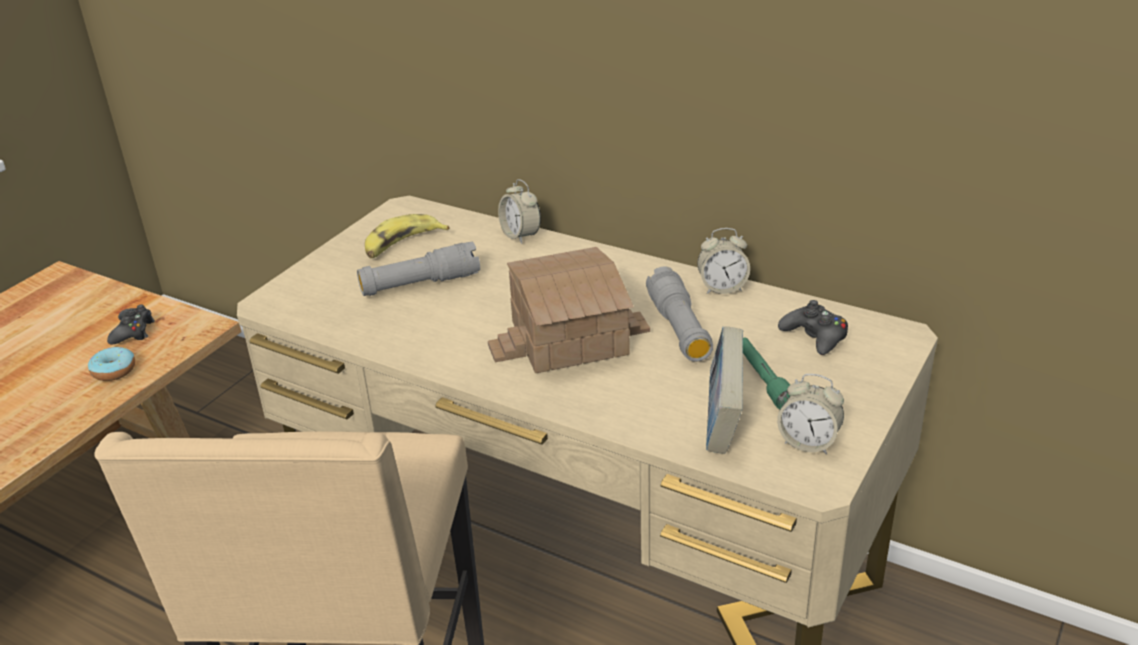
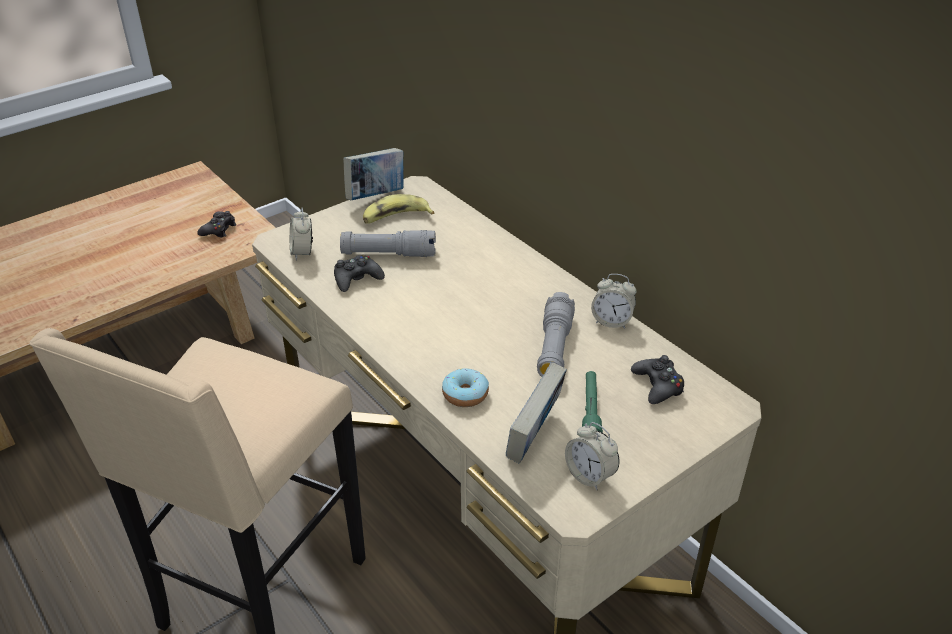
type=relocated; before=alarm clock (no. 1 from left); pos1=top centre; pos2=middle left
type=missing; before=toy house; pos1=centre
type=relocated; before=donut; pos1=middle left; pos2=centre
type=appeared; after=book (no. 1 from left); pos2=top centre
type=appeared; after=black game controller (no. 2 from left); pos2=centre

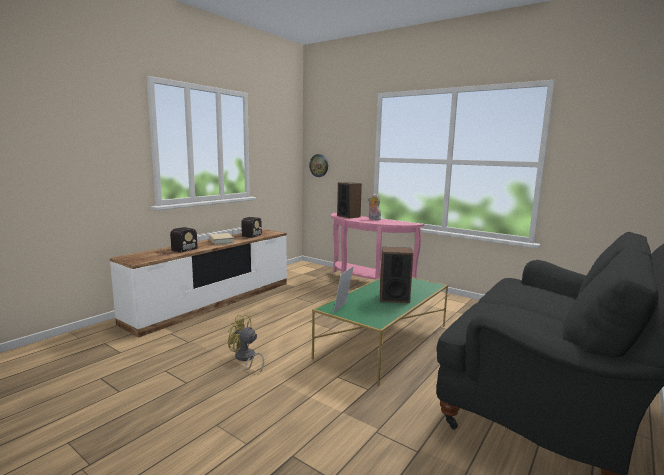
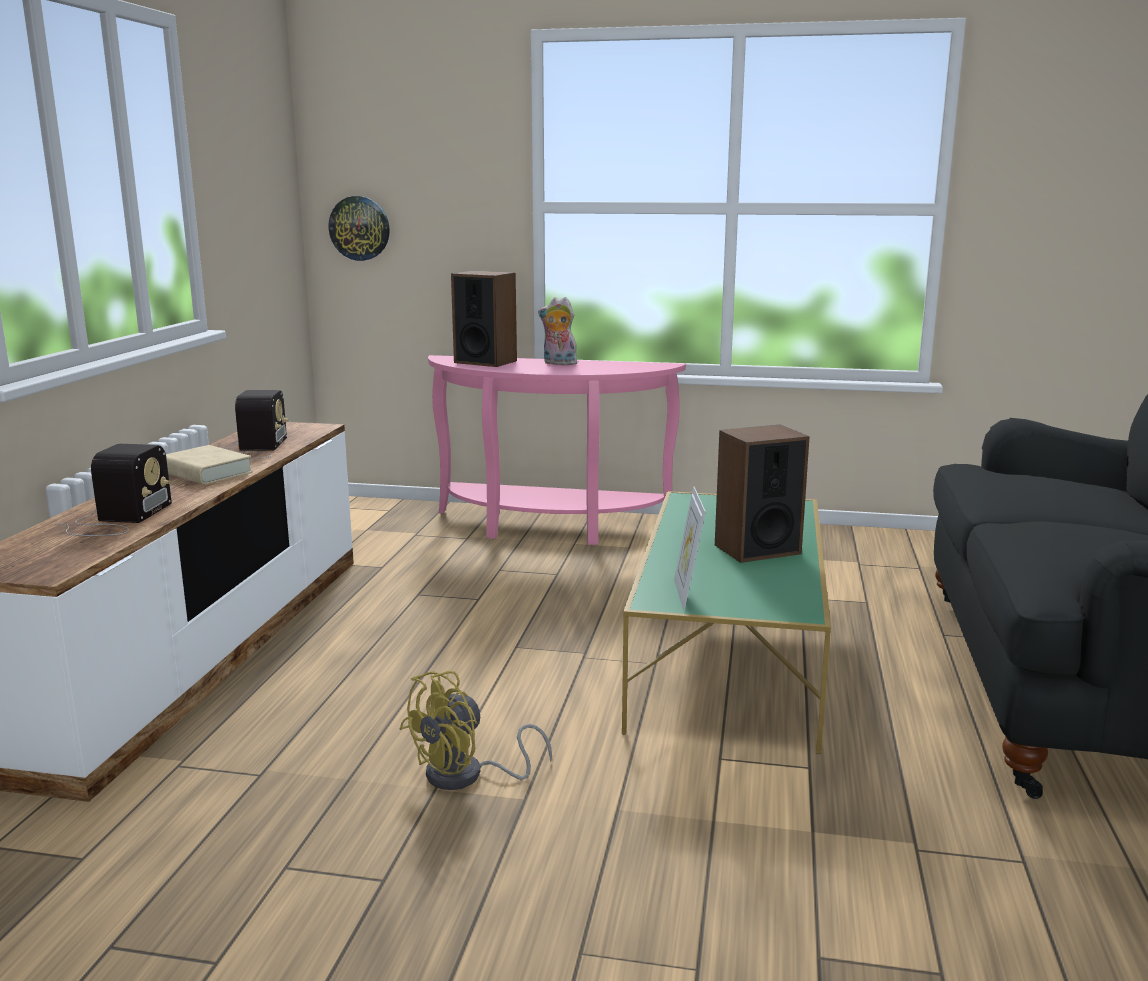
type=spun; before=yellow fan; pos1=bottom centre; pos2=bottom centre; turn=-45

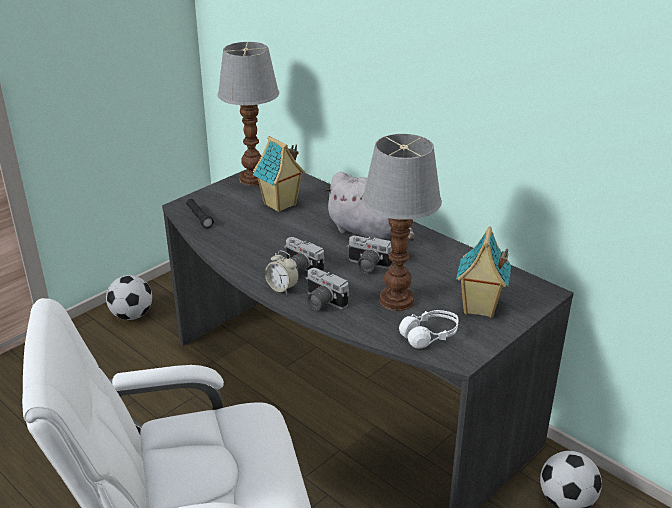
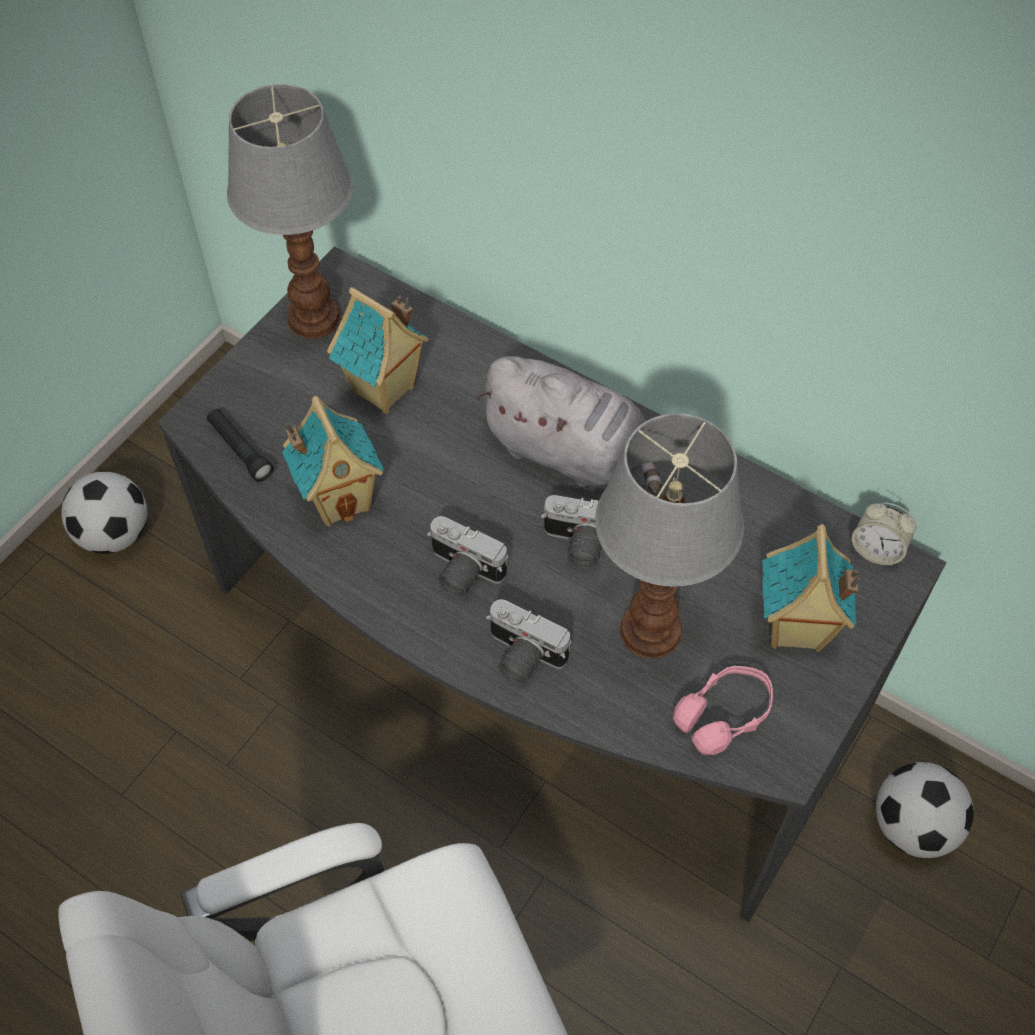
type=relocated; before=alarm clock; pos1=centre; pos2=middle right
type=colour; before=white headphones; after=pink headphones; pos1=centre; pos2=bottom right
type=appeared; after=toy house (no. 1 from left); pos2=middle left

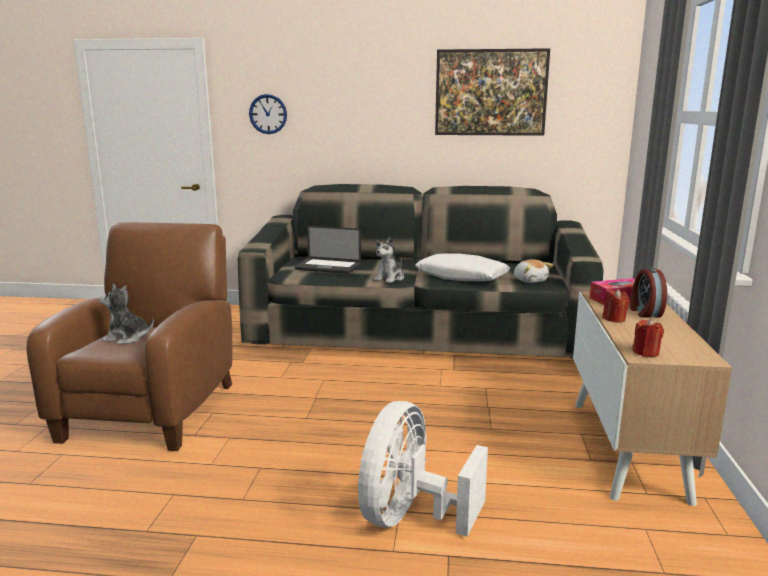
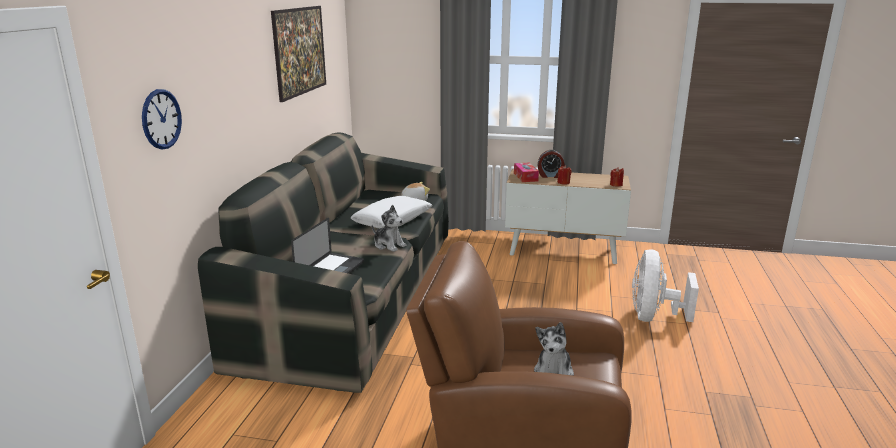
type=spun; before=white fan; pos1=bottom centre; pos2=middle right; turn=75

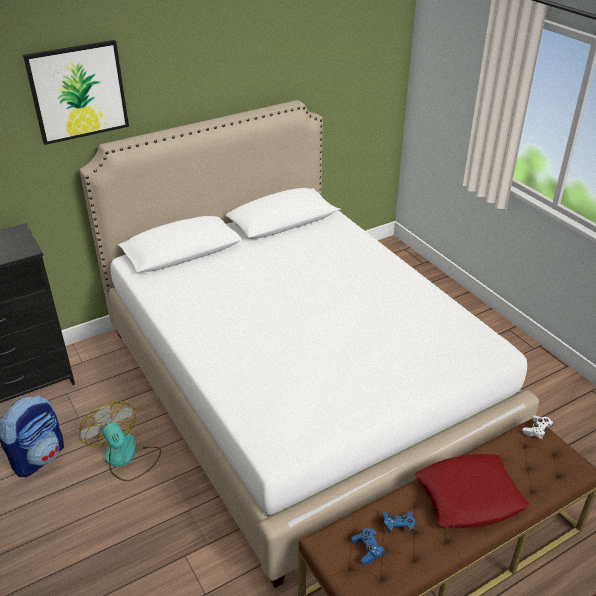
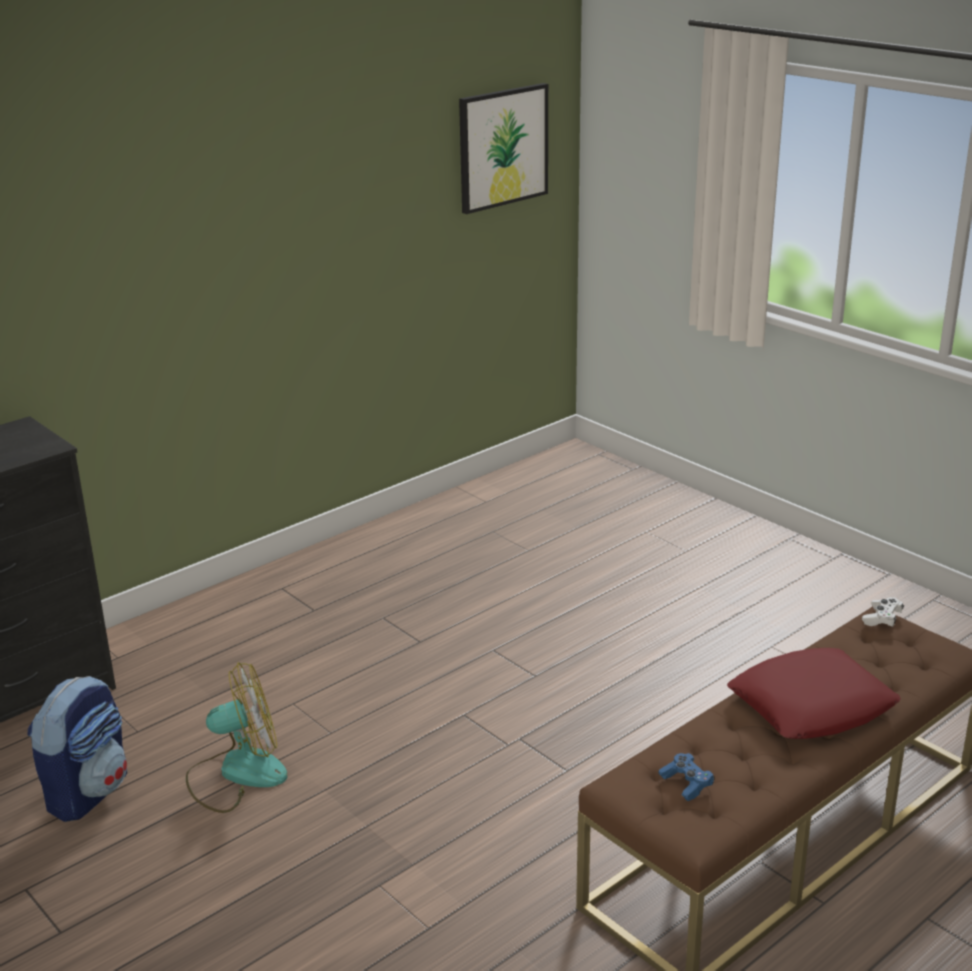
type=relocated; before=picture; pos1=top left; pos2=top centre
type=missing; before=white bed; pos1=centre
type=spun; before=fan; pos1=bottom left; pos2=bottom left; turn=120
type=missing; before=blue game controller (no. 2 from left); pos1=bottom right

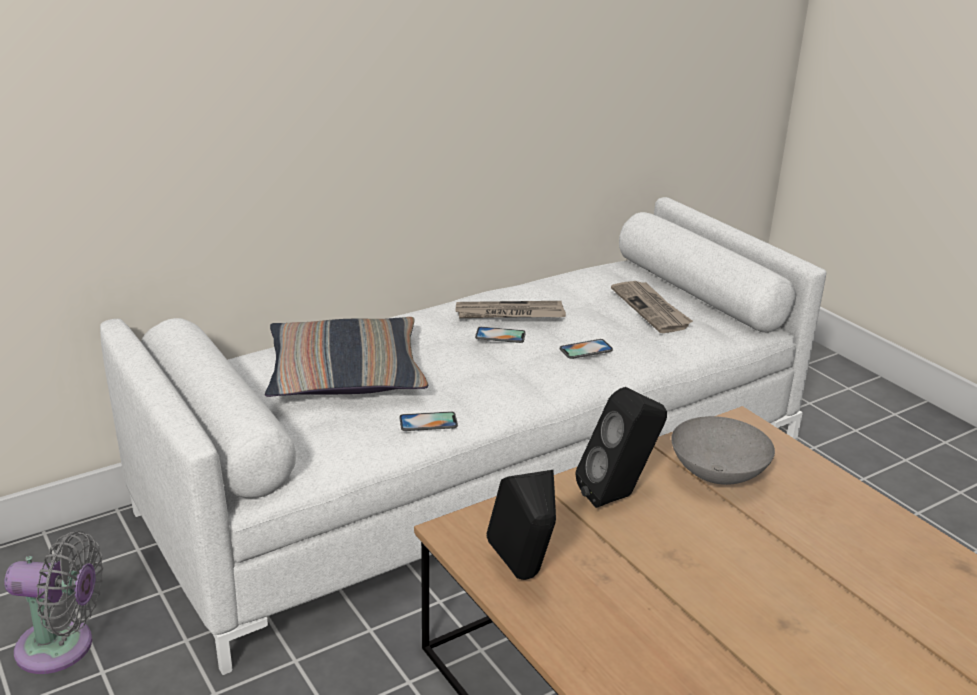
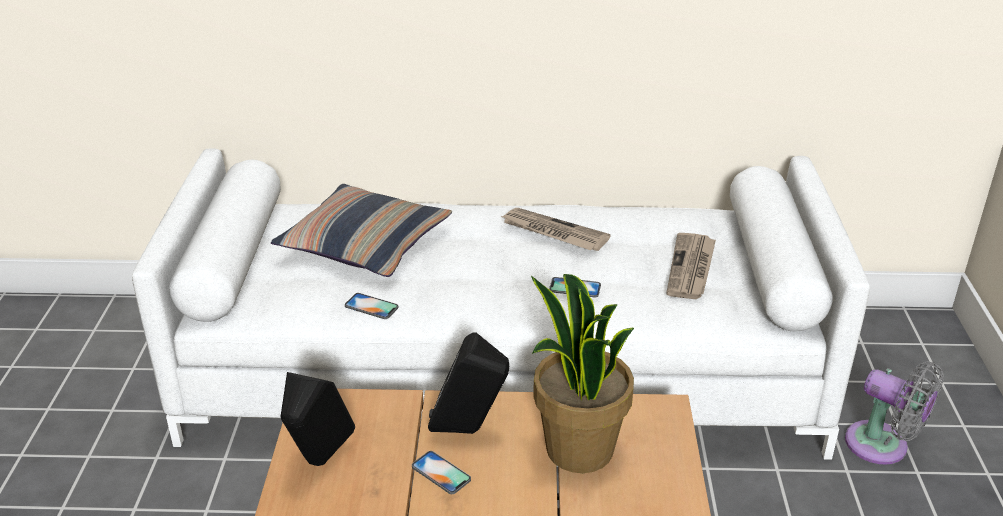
type=relocated; before=phone (no. 2 from left); pos1=centre; pos2=bottom centre
type=exchanged; before=grey bowl; after=potted plant; pos1=middle right; pos2=bottom centre
type=relocated; before=grey fan; pos1=bottom left; pos2=bottom right

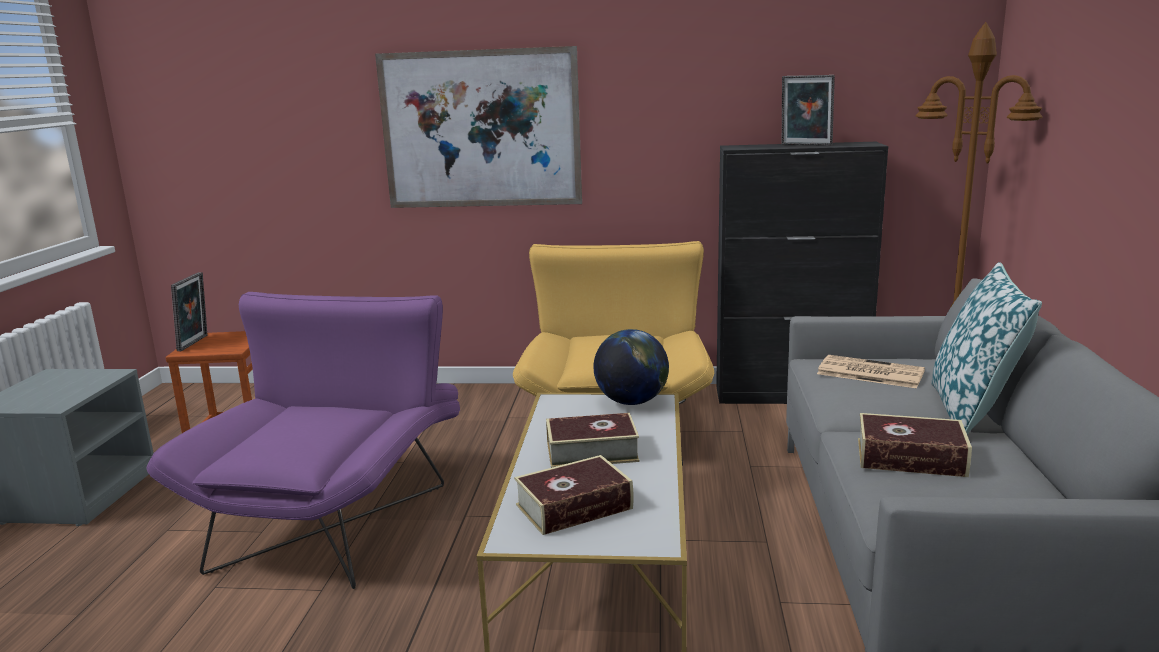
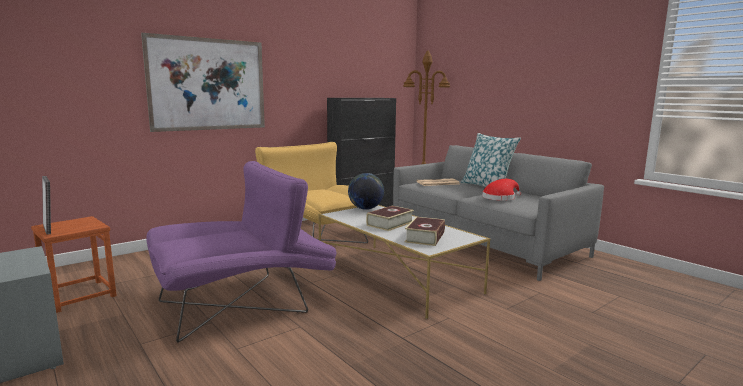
type=missing; before=picture frame (no. 2 from left); pos1=top right
type=spun; before=purple armchair; pos1=bottom left; pos2=middle left; turn=90
type=exchanged; before=book (no. 3 from left); after=red hat; pos1=bottom right; pos2=middle right

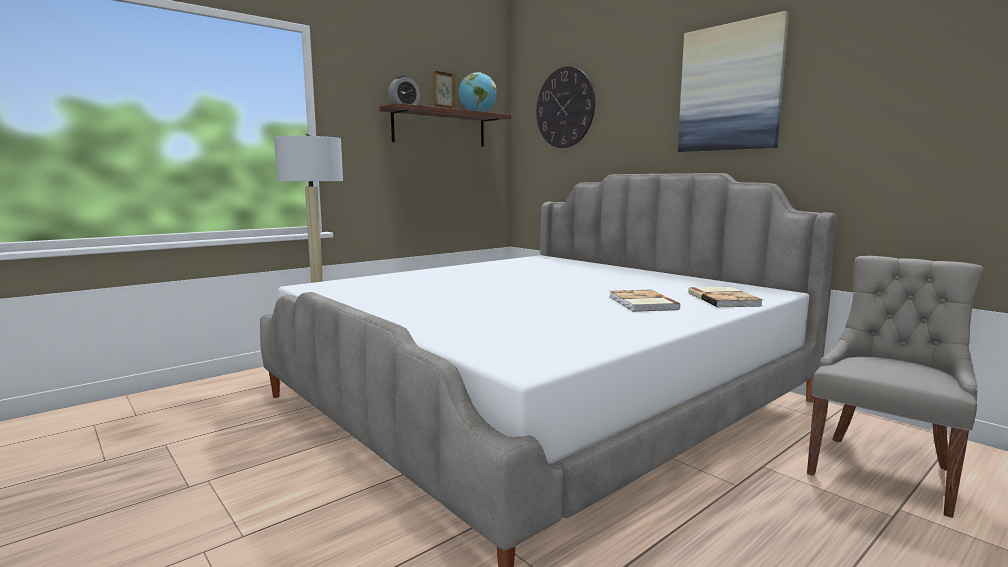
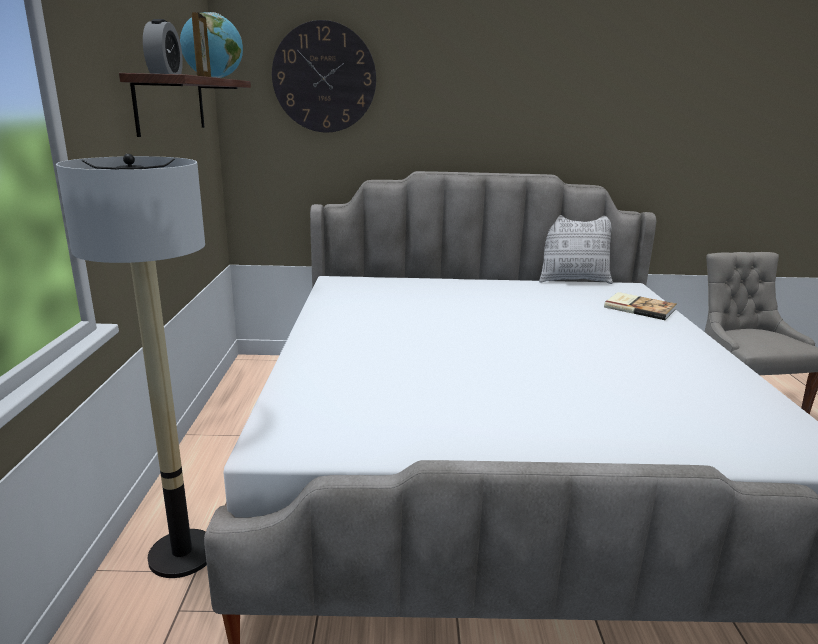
type=missing; before=picture; pos1=top right
type=missing; before=book (no. 1 from left); pos1=centre
type=appeared; after=pillow; pos2=middle right

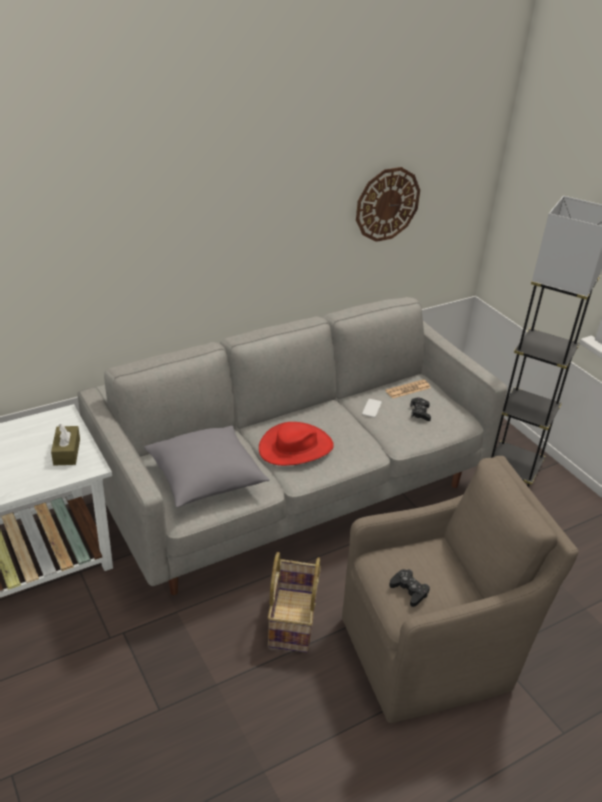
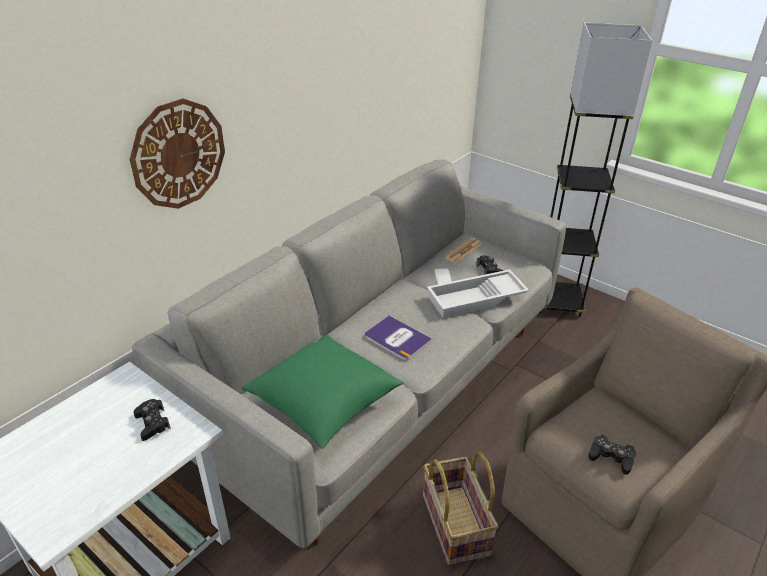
type=relocated; before=wall clock; pos1=top centre; pos2=top left
type=exchanged; before=red hat; after=book; pos1=centre; pos2=centre
type=exchanged; before=brown tissue box; after=black game controller (no. 1 from left); pos1=middle left; pos2=bottom left
type=colour; before=grey pillow; after=green pillow; pos1=centre; pos2=bottom centre
type=appeared; after=white tray; pos2=centre

